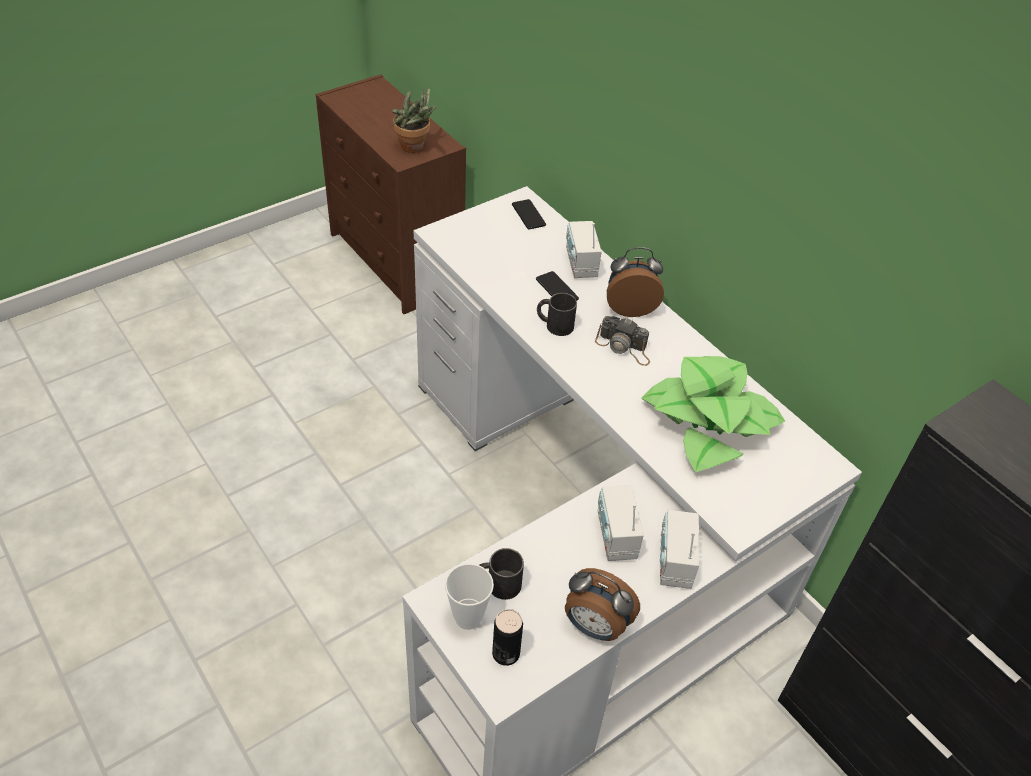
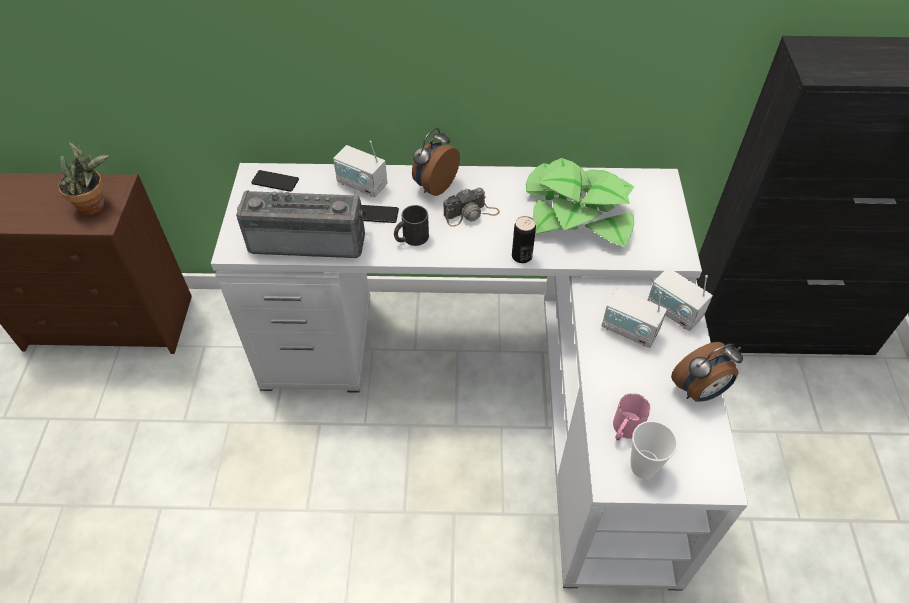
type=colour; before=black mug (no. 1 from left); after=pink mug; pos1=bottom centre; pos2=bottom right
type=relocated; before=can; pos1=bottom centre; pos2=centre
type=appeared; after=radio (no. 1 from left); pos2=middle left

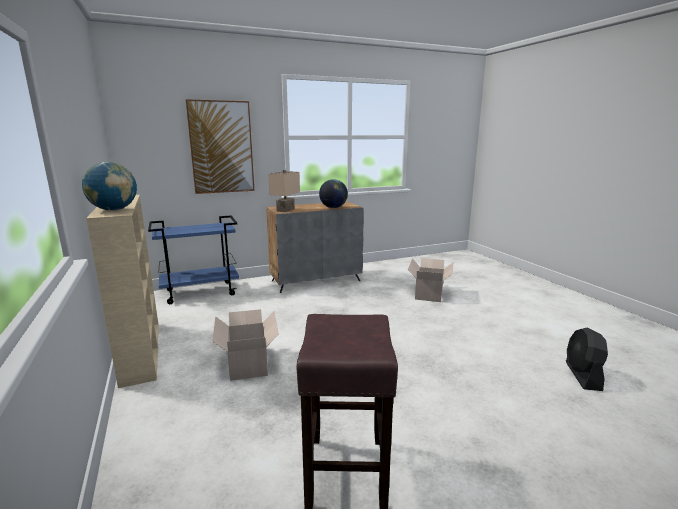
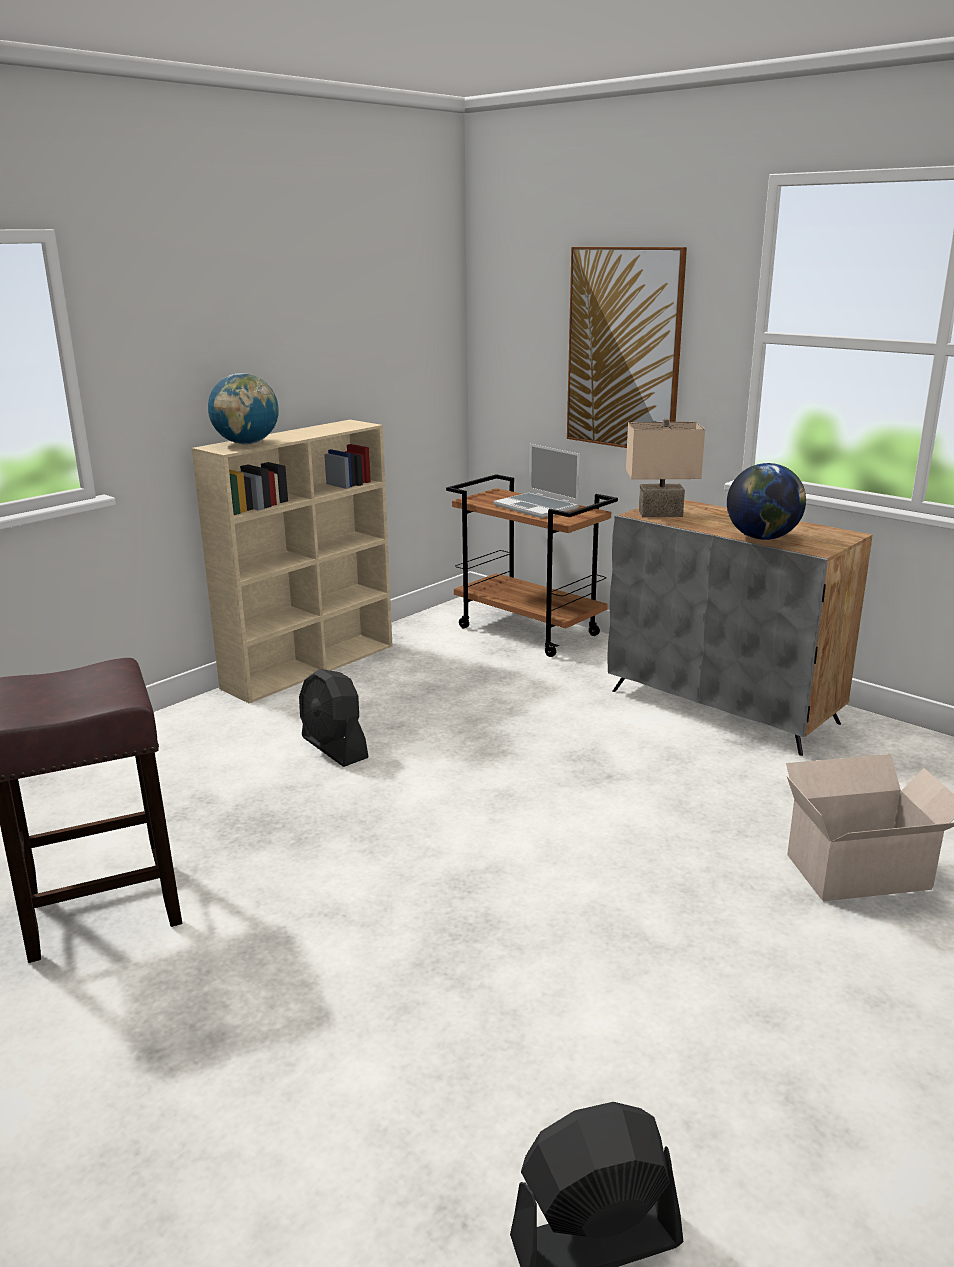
type=colour; before=blue cart; after=brown cart; pos1=middle left; pos2=centre
type=exchanged; before=cardboard box (no. 1 from left); after=black fan (no. 1 from left); pos1=bottom centre; pos2=centre
type=appeared; after=laptop; pos2=centre

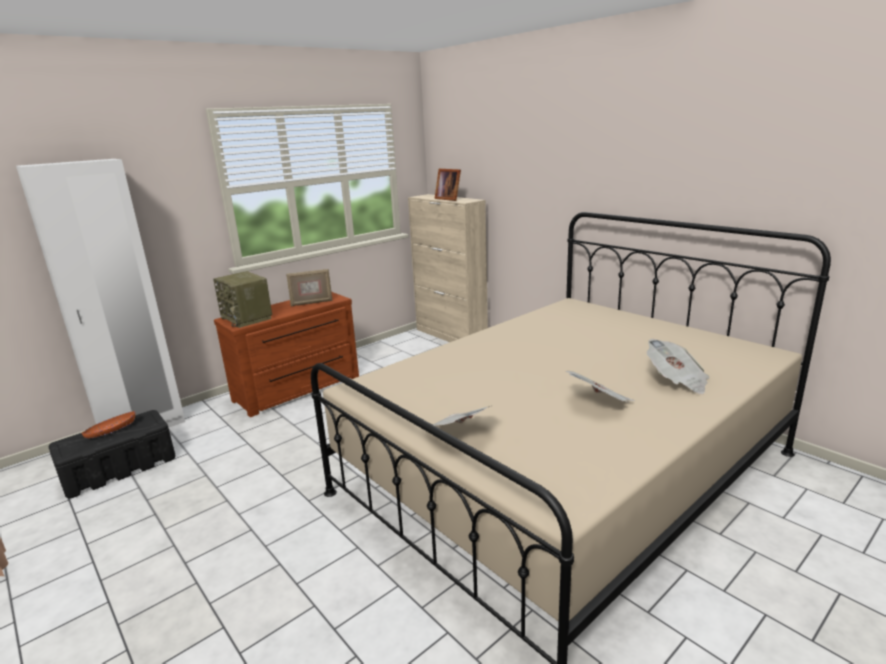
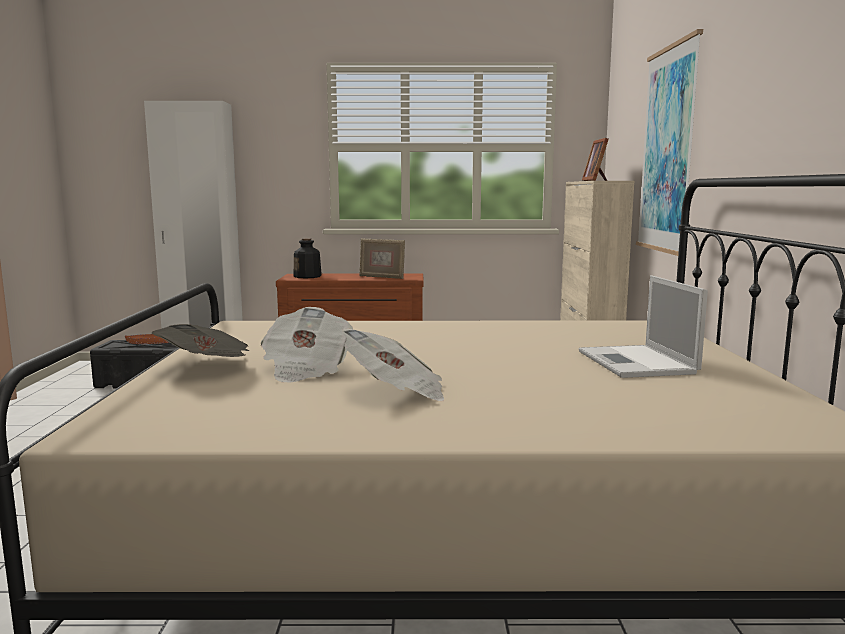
type=exchanged; before=radio; after=bottle; pos1=middle left; pos2=centre
type=relocated; before=newspaper (no. 3 from left in the first image); after=newspaper (no. 2 from left); pos1=middle right; pos2=centre
type=appeared; after=picture; pos2=top right
type=appeared; after=laptop; pos2=middle right

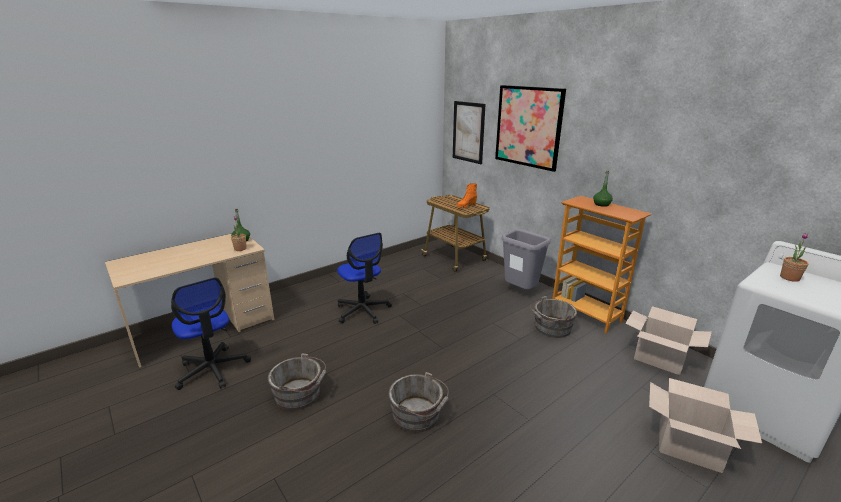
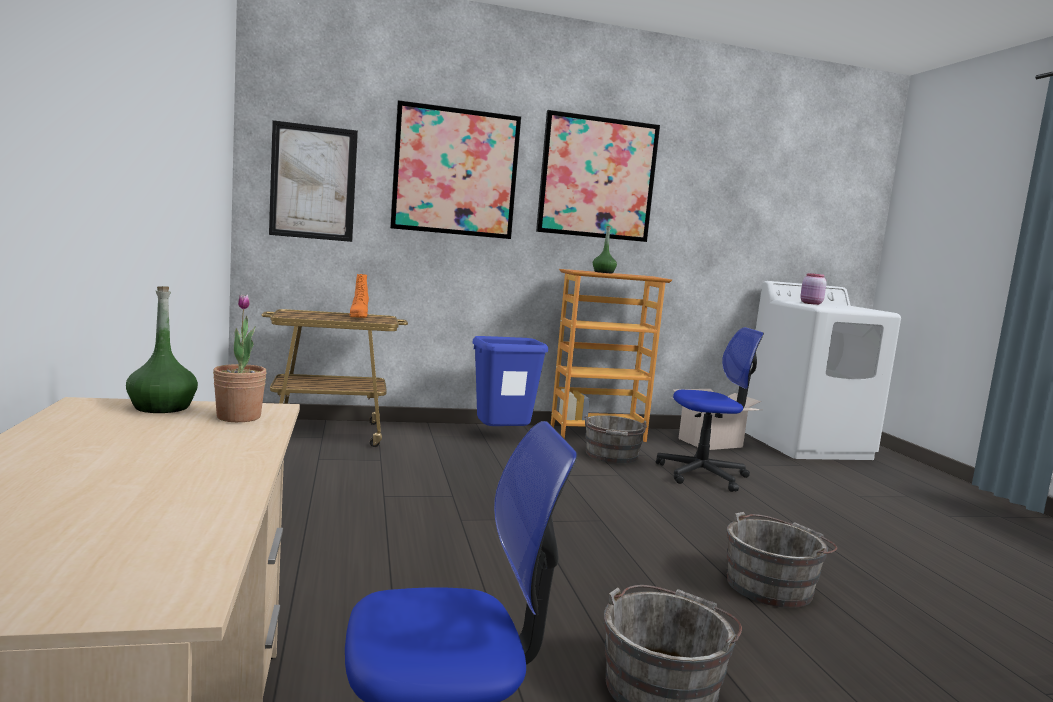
type=colour; before=grey trash can; after=blue trash can; pos1=centre; pos2=centre
type=relocated; before=office chair (no. 2 from left); pos1=centre; pos2=middle right
type=exchanged; before=potted plant (no. 2 from left); after=pink jar; pos1=middle right; pos2=middle right
type=missing; before=cardboard box (no. 2 from left); pos1=bottom right
type=appeared; after=picture (no. 3 from left); pos2=top centre

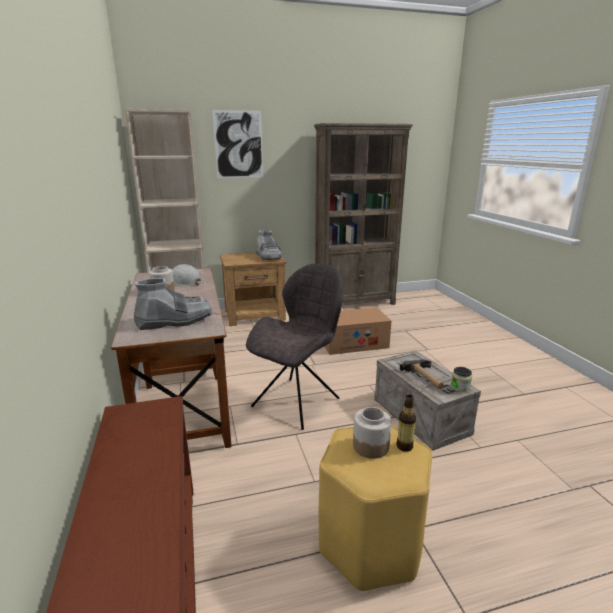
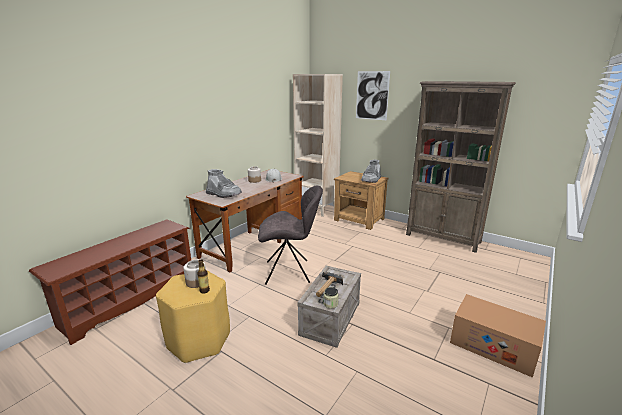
type=relocated; before=cardboard box; pos1=centre; pos2=bottom right

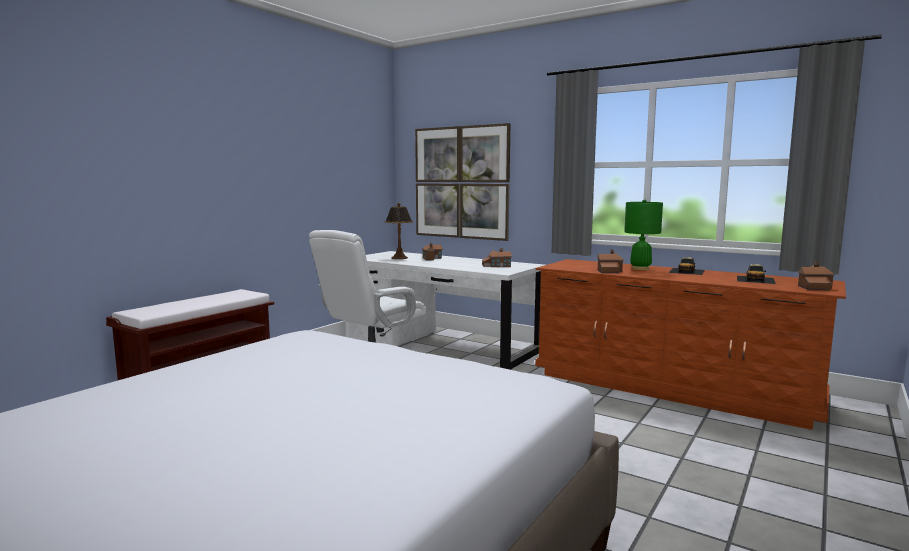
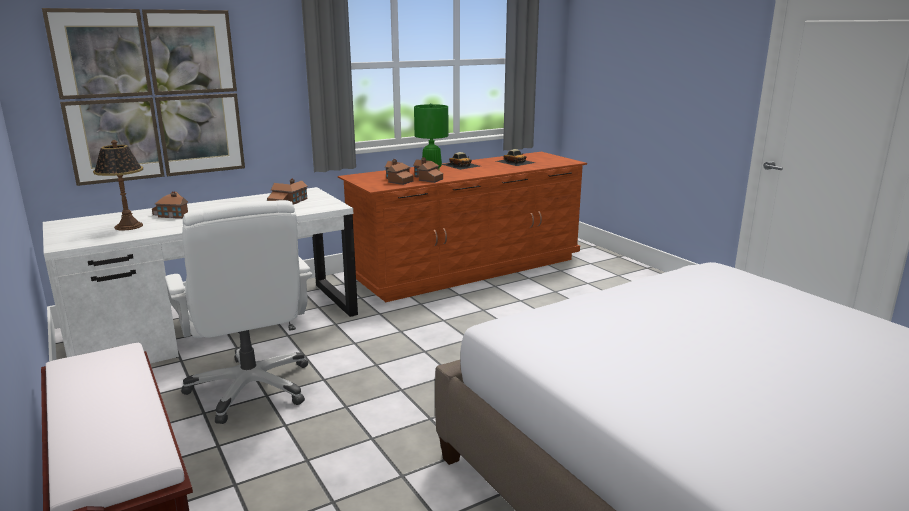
type=relocated; before=toy house (no. 4 from left in the first image); after=toy house (no. 3 from left); pos1=middle right; pos2=centre

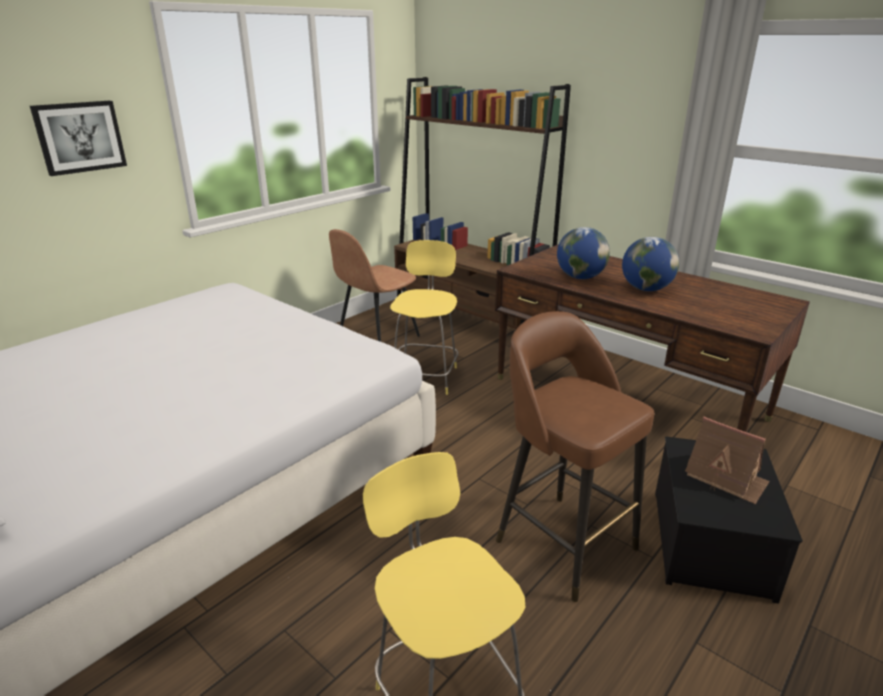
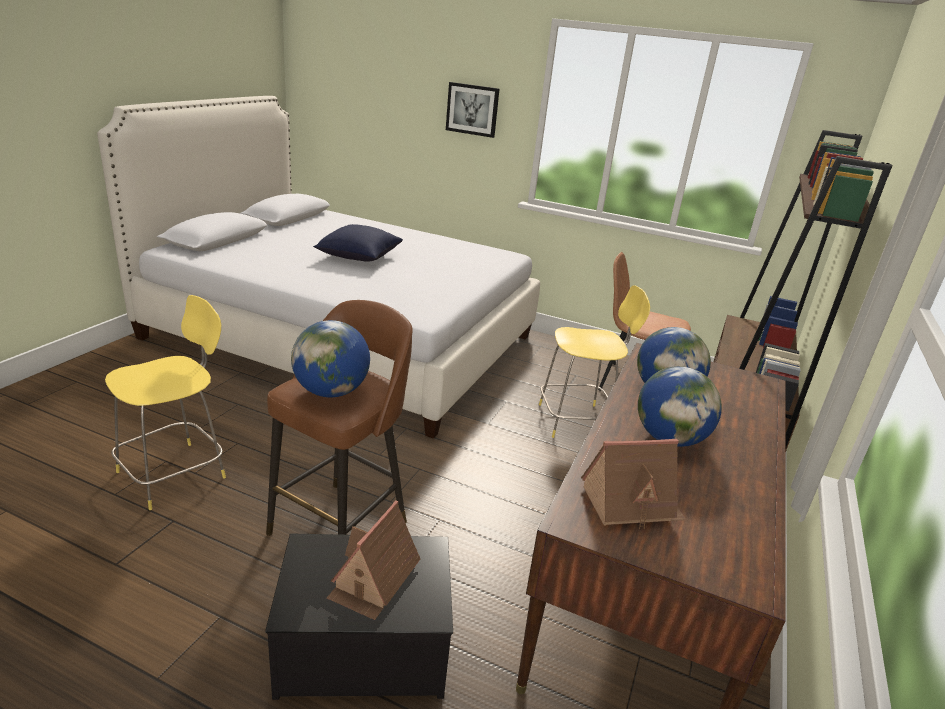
type=appeared; after=blue pillow; pos2=centre
type=appeared; after=globe (no. 1 from left); pos2=centre
type=appeared; after=toy house (no. 2 from left); pos2=bottom right

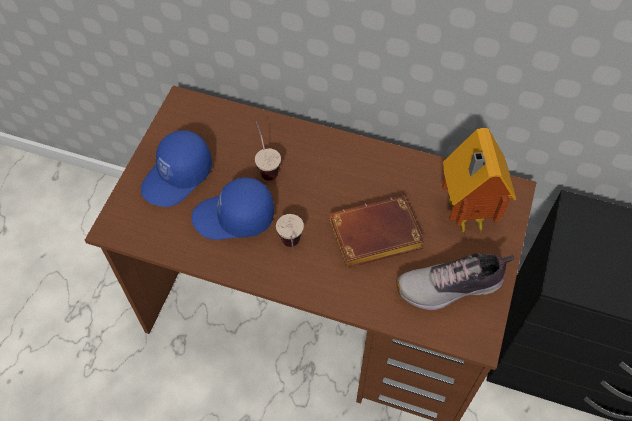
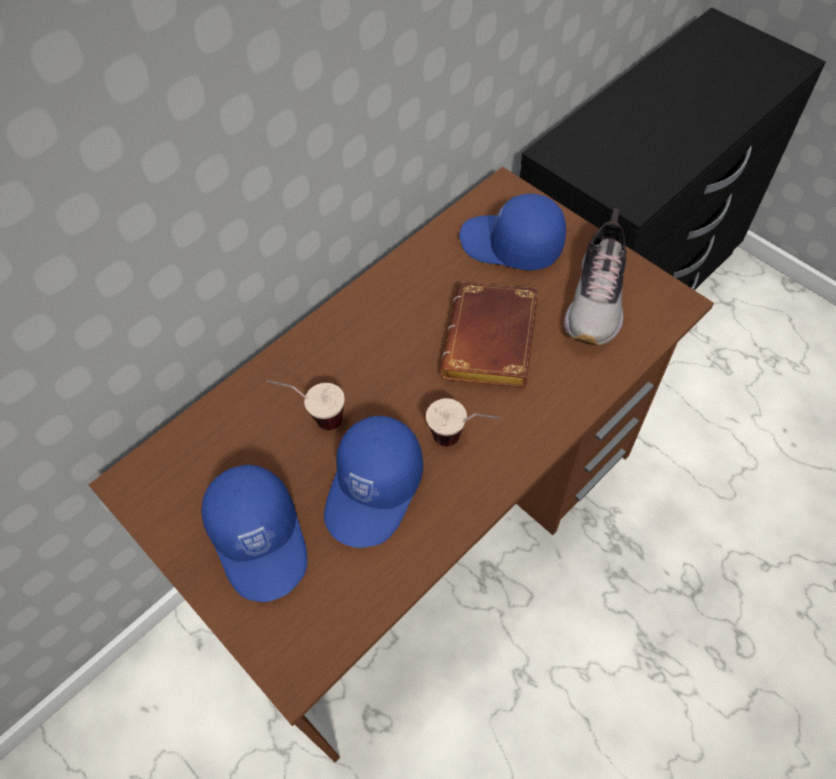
type=exchanged; before=toy house; after=blue cap (no. 3 from left); pos1=middle right; pos2=top centre

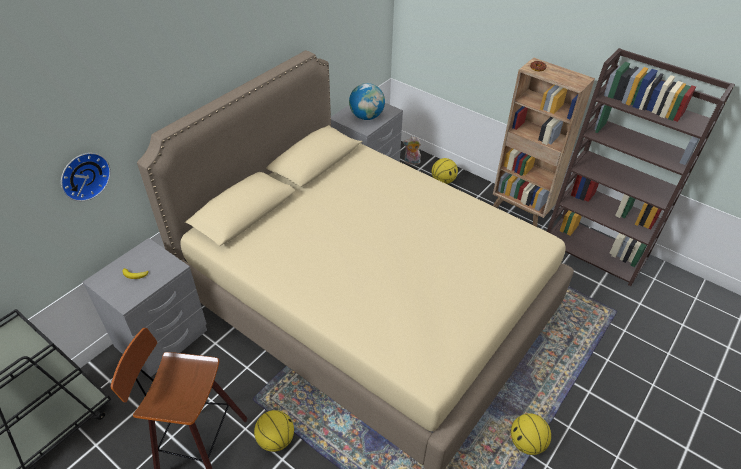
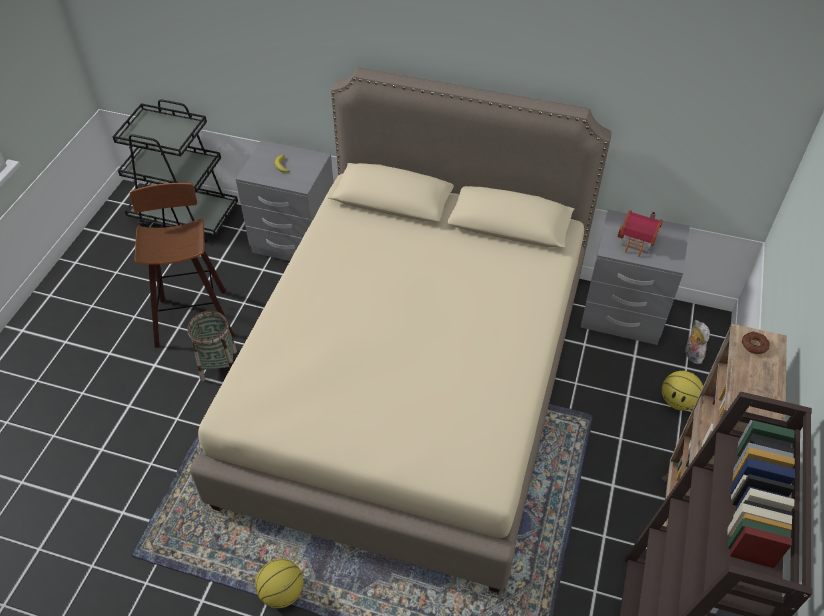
type=exchanged; before=globe; after=toy house; pos1=top centre; pos2=middle right
type=missing; before=wall clock; pos1=middle left
type=exchanged; before=basketball (no. 1 from left); after=basket; pos1=bottom centre; pos2=middle left

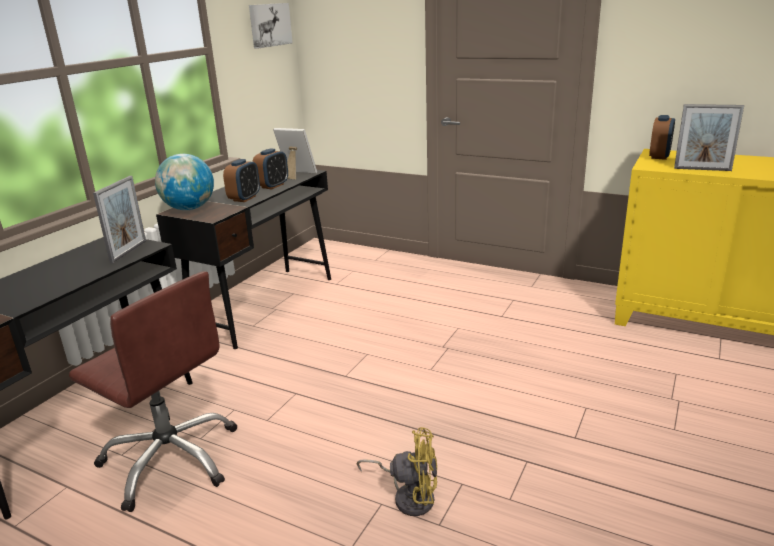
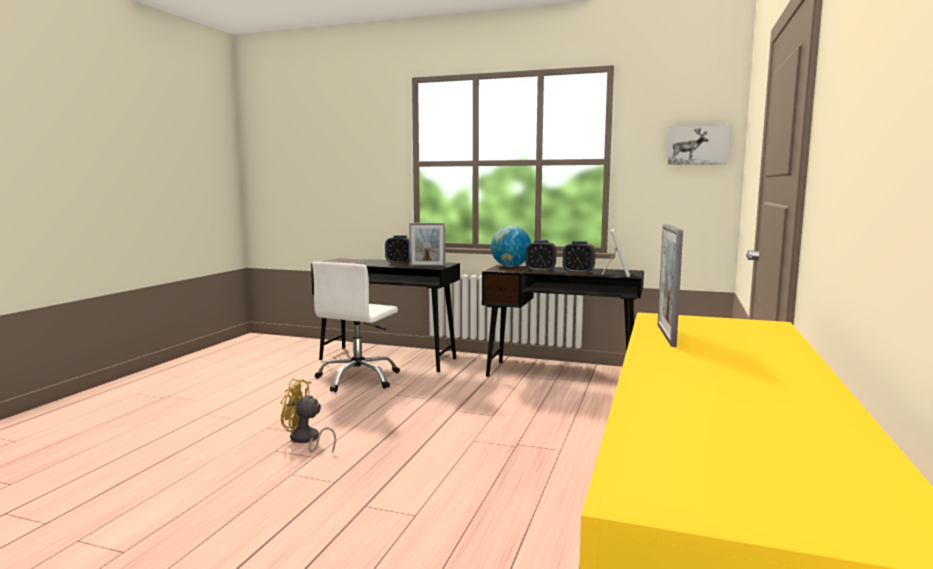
type=relocated; before=alarm clock (no. 3 from left in the first image); after=alarm clock (no. 1 from left); pos1=top right; pos2=centre
type=colour; before=brown office chair; after=white office chair; pos1=bottom left; pos2=centre
type=spun; before=yellow fan; pos1=bottom centre; pos2=bottom left; turn=105

